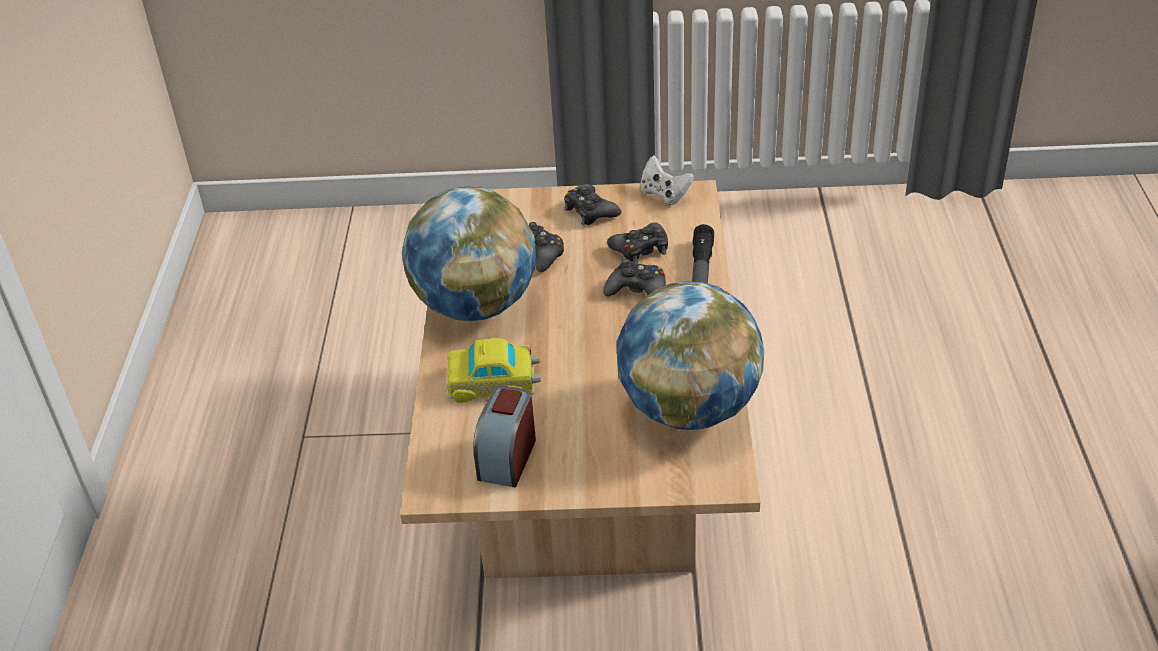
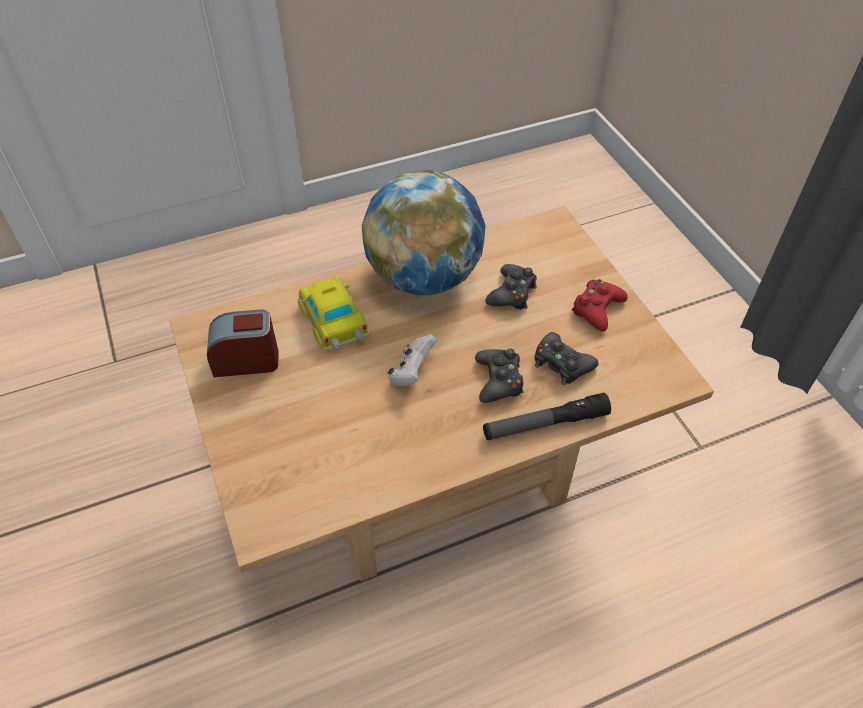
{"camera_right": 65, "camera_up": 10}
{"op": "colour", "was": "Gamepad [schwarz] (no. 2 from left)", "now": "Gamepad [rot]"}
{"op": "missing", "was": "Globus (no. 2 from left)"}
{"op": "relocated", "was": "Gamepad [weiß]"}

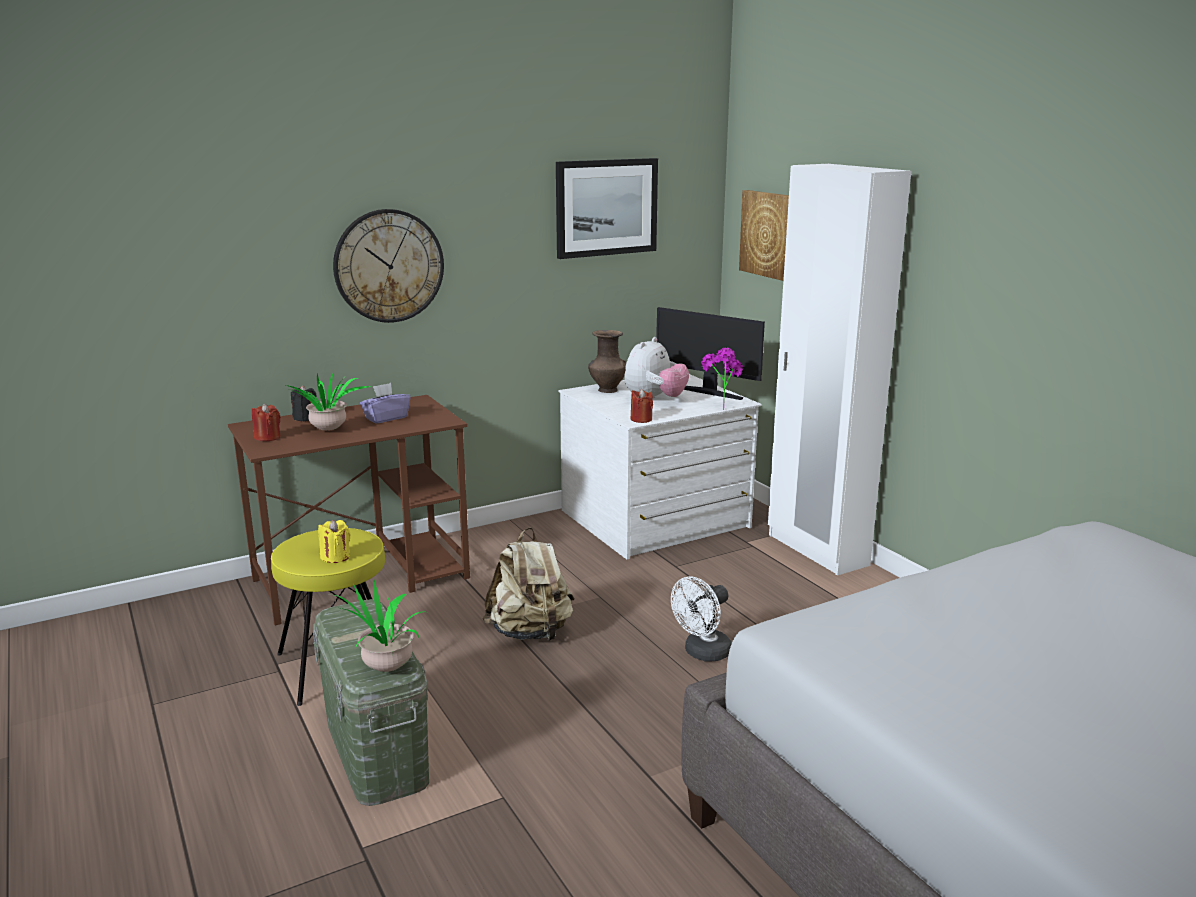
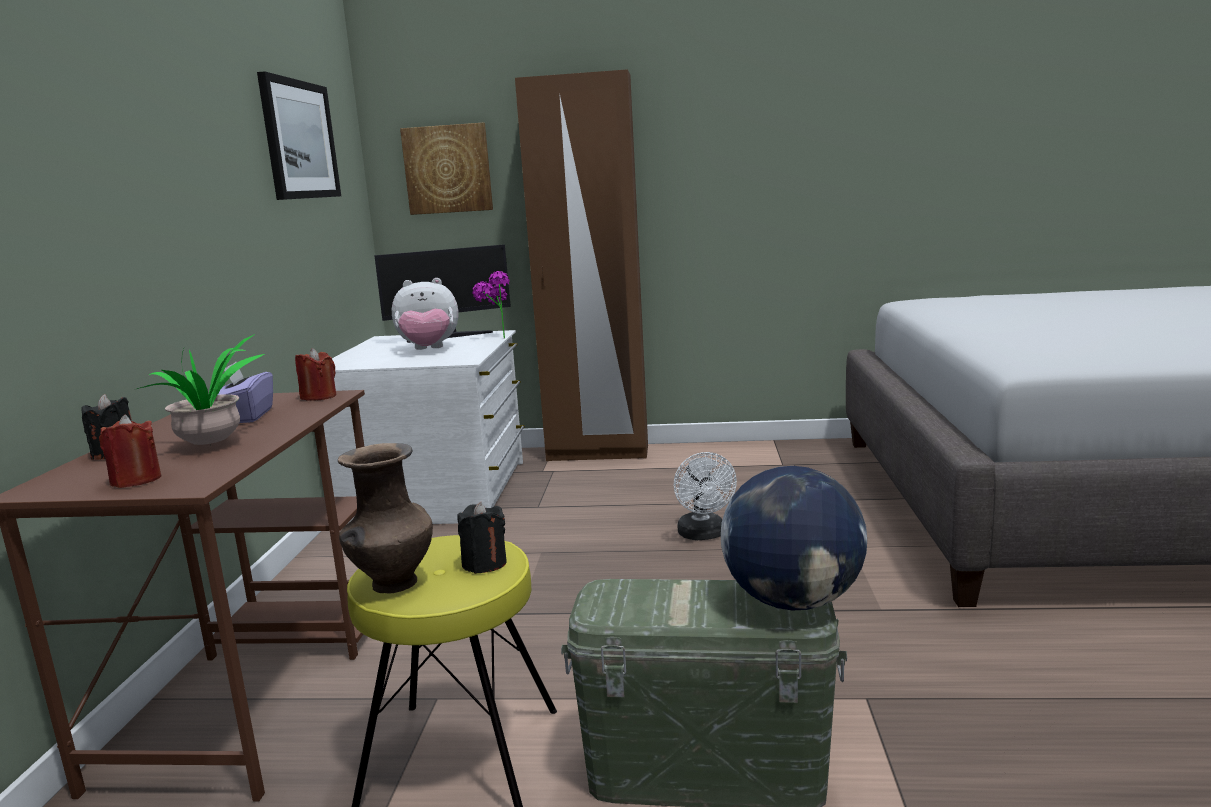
{"camera_right": -55, "camera_up": -5}
{"op": "colour", "was": "Kerze [gelb]", "now": "Kerze [schwarz] (no. 2 from left)"}
{"op": "missing", "was": "Wanduhr"}
{"op": "exchanged", "was": "Topfpflanze (no. 2 from left)", "now": "Globus"}
{"op": "missing", "was": "Rucksack [beige]"}
{"op": "relocated", "was": "Vase [braun]"}
{"op": "spun", "was": "Plüschtier", "clockwise": 105}
{"op": "relocated", "was": "Kerze [rot] (no. 2 from left)"}
{"op": "colour", "was": "Kleiderschrank [weiß]", "now": "Kleiderschrank [braun]"}

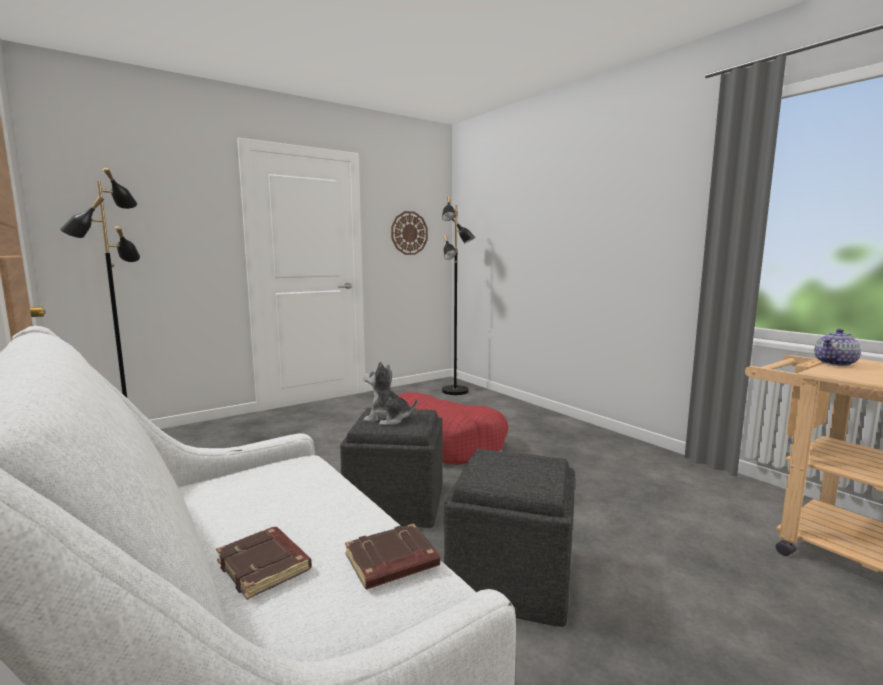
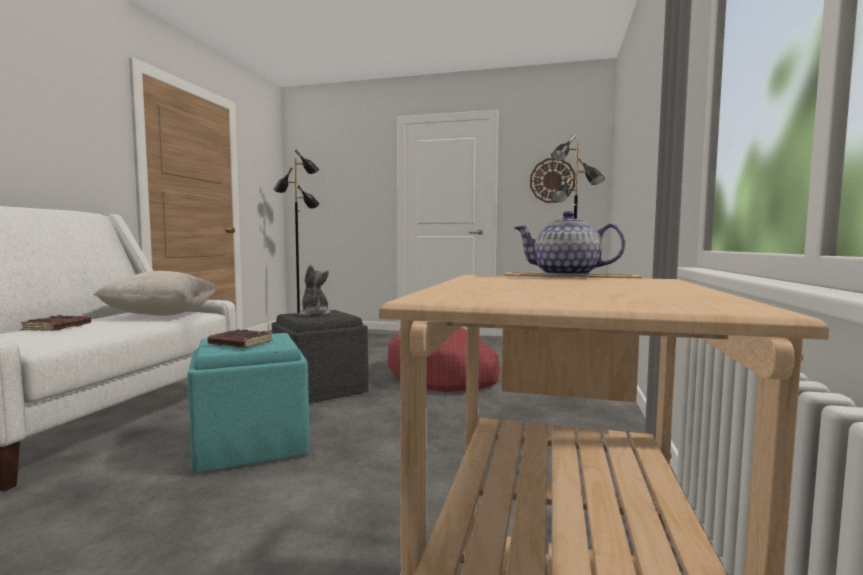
{"camera_right": 50, "camera_up": -5}
{"op": "relocated", "was": "Buch [braun] (no. 2 from left)"}
{"op": "colour", "was": "Polsterhocker [grau] (no. 2 from left)", "now": "Polsterhocker [türkis]"}
{"op": "appeared", "now": "Kissen [beige]"}

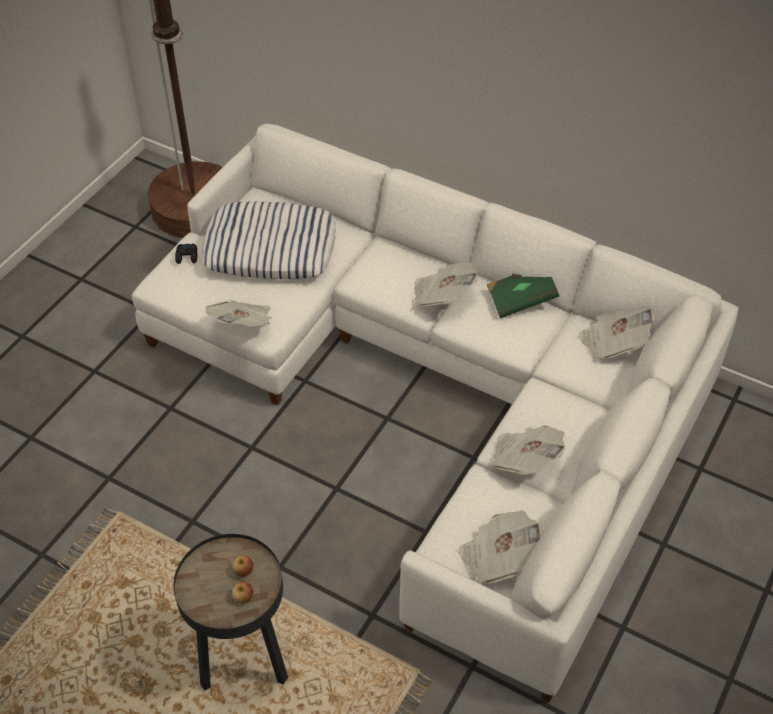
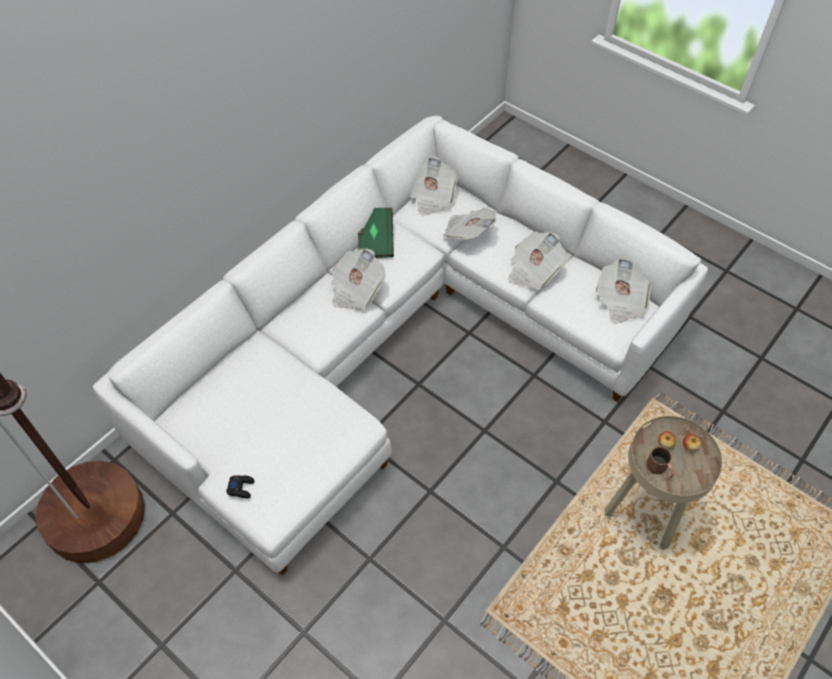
{"camera_right": -80, "camera_up": 5}
{"op": "colour", "was": "Beistelltisch [schwarz]", "now": "Beistelltisch [beige]"}
{"op": "missing", "was": "Kissen"}
{"op": "relocated", "was": "Zeitung (no. 1 from left in the first image)", "now": "Zeitung (no. 3 from left)"}
{"op": "appeared", "now": "Henkelbecher [braun]"}

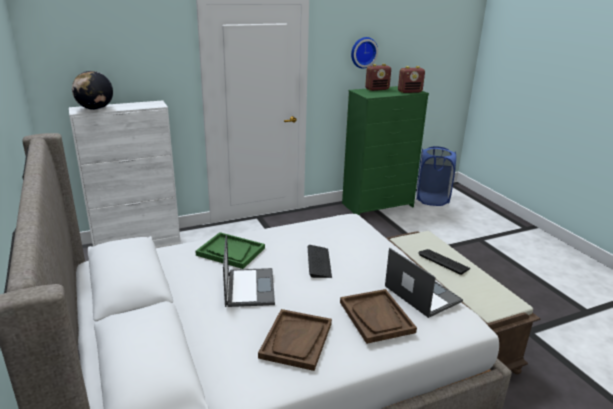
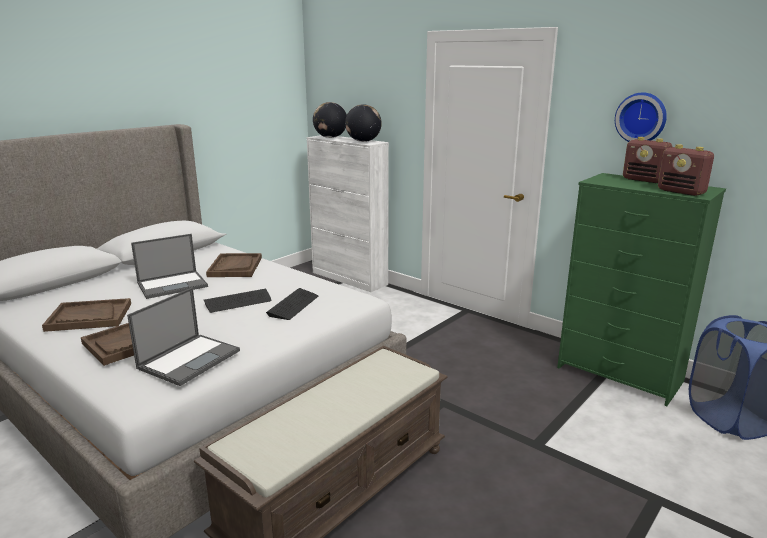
{"camera_right": 65, "camera_up": -5}
{"op": "colour", "was": "Tablett [grün]", "now": "Tablett [braun] (no. 3 from left)"}
{"op": "relocated", "was": "Tastatur (no. 2 from left)"}
{"op": "appeared", "now": "Globus (no. 2 from left)"}

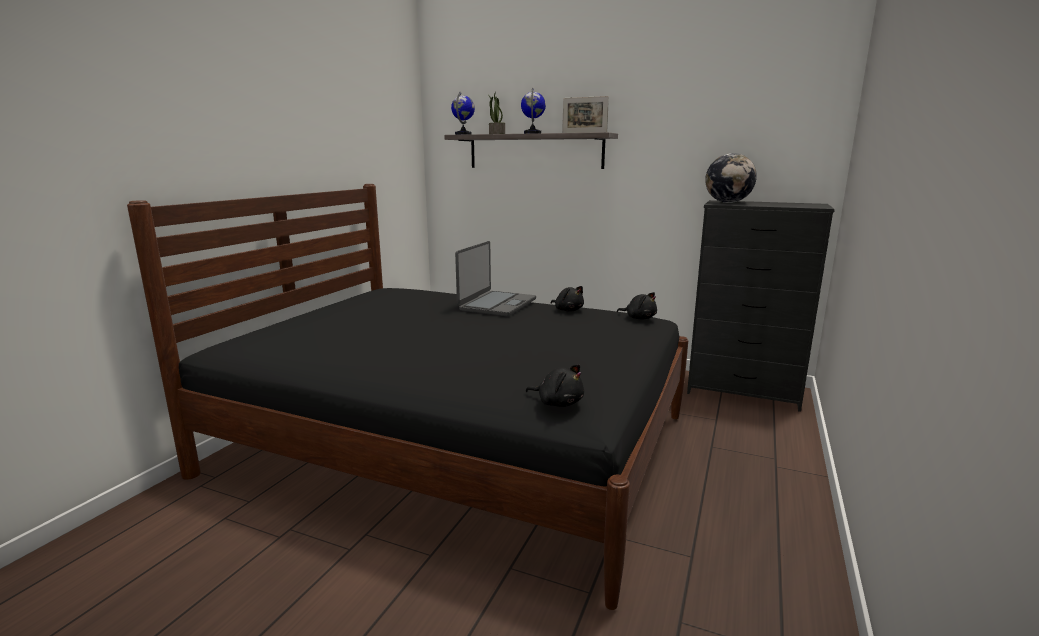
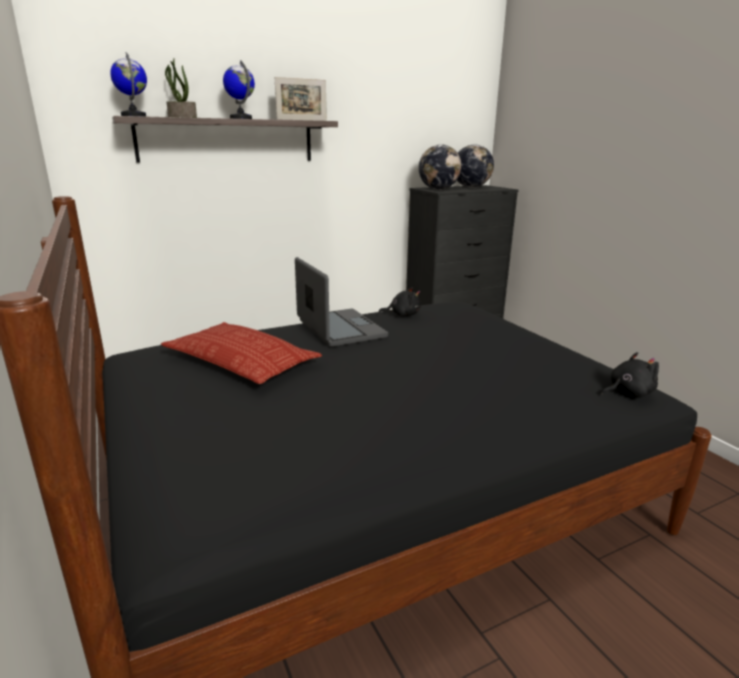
{"camera_right": -50, "camera_up": 5}
{"op": "missing", "was": "Plüschtier [schwarz] (no. 3 from left)"}
{"op": "appeared", "now": "Kissen"}
{"op": "appeared", "now": "Globus (no. 4 from left)"}

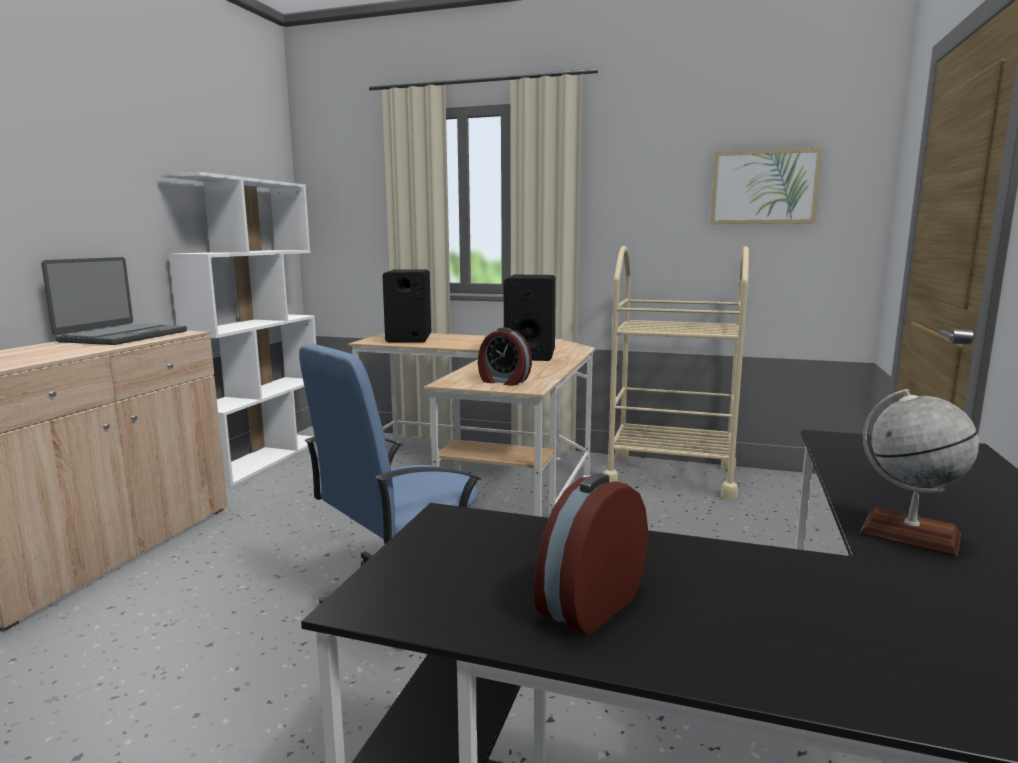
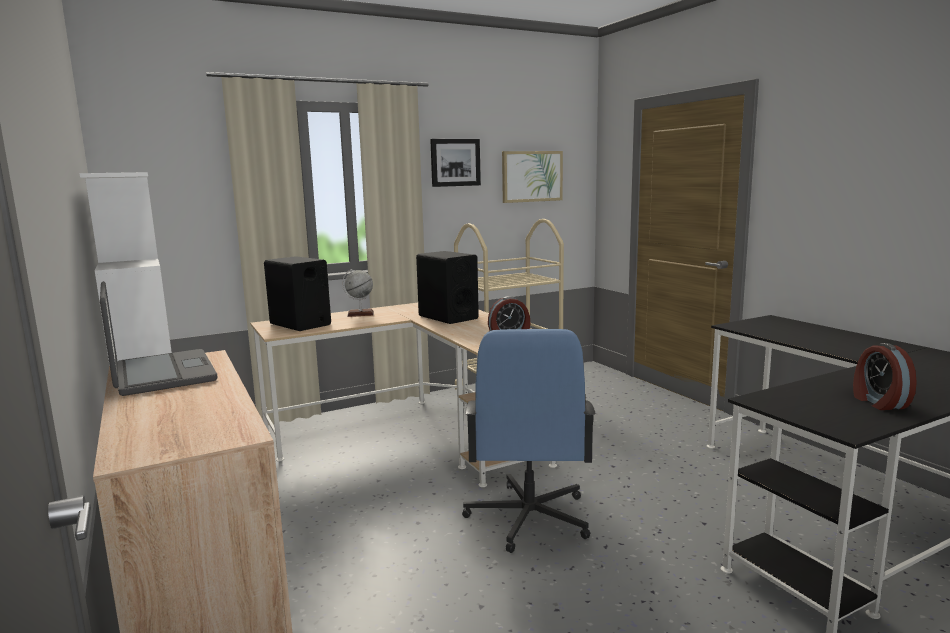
{"camera_right": -45, "camera_up": 0}
{"op": "relocated", "was": "Globus"}
{"op": "appeared", "now": "Bild (no. 1 from left)"}

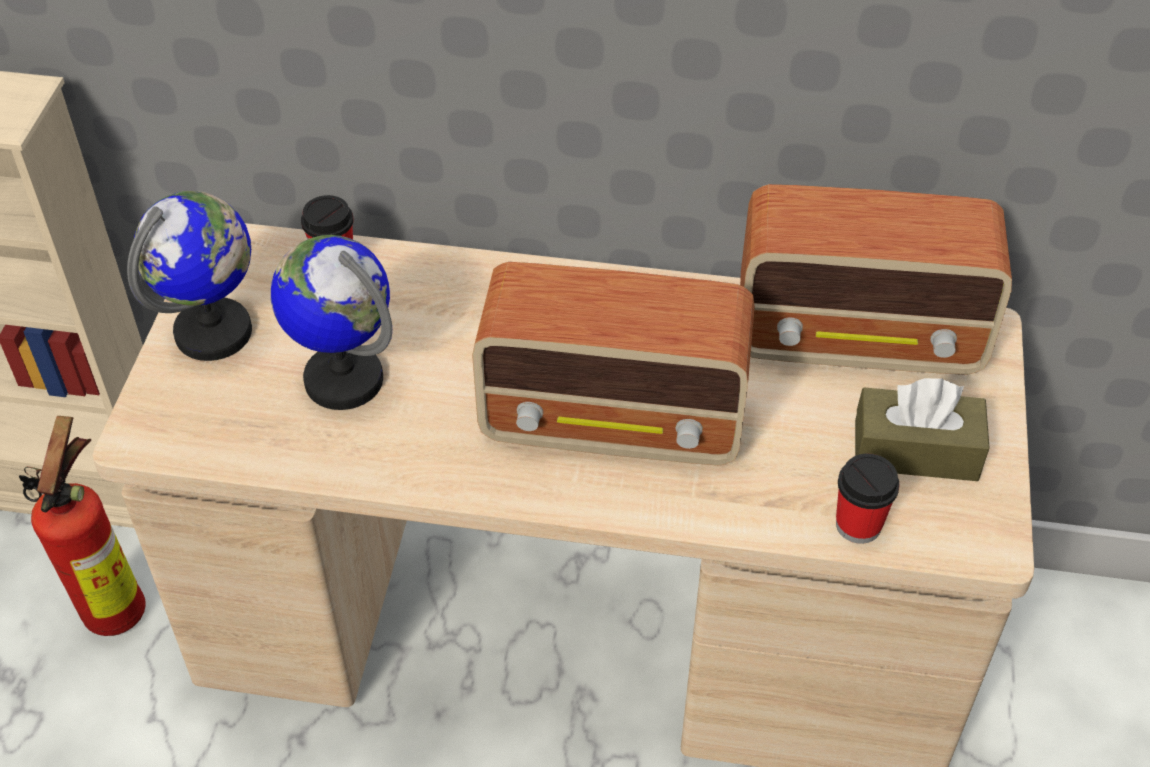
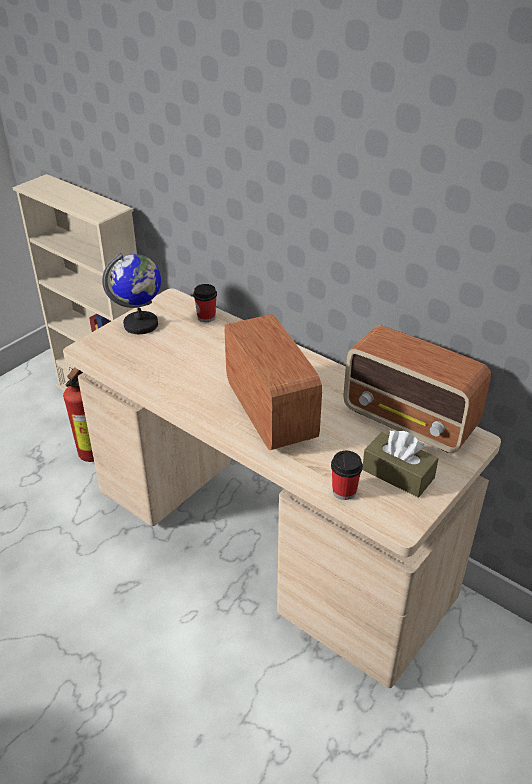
{"camera_right": 30, "camera_up": -10}
{"op": "missing", "was": "Globus (no. 2 from left)"}
{"op": "spun", "was": "Radio (no. 1 from left)", "clockwise": -150}

